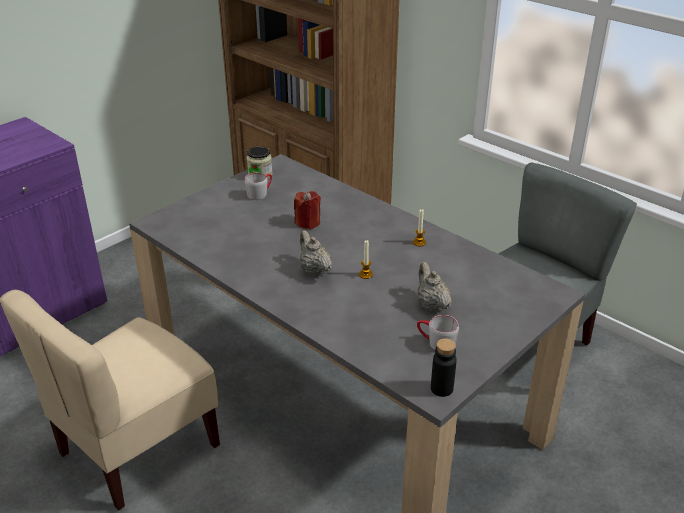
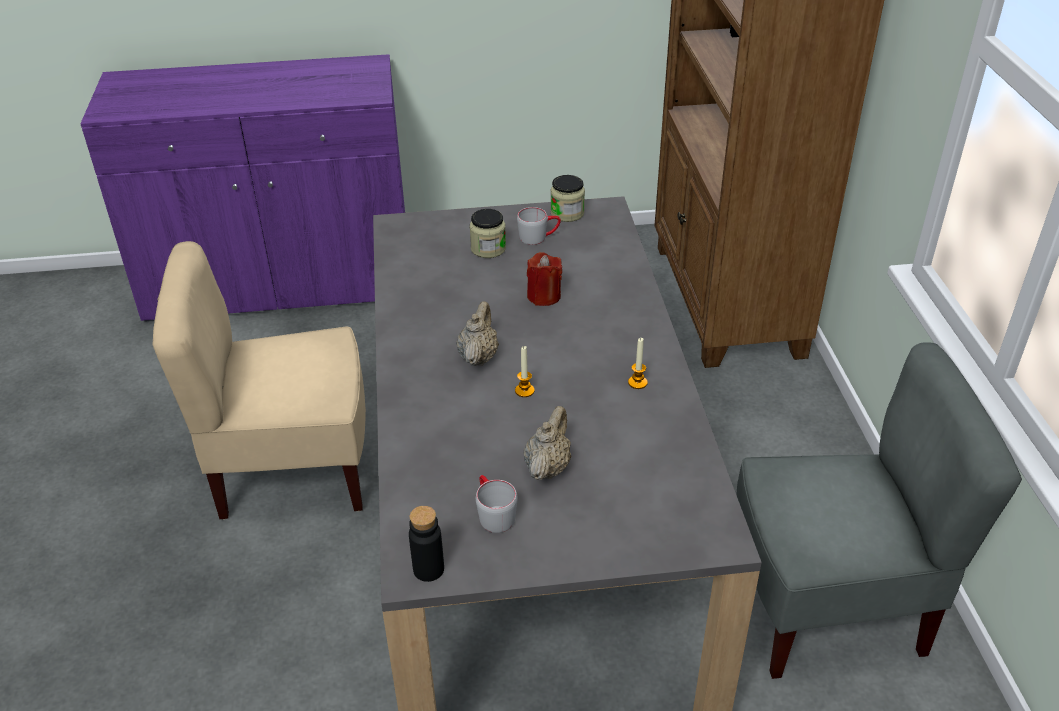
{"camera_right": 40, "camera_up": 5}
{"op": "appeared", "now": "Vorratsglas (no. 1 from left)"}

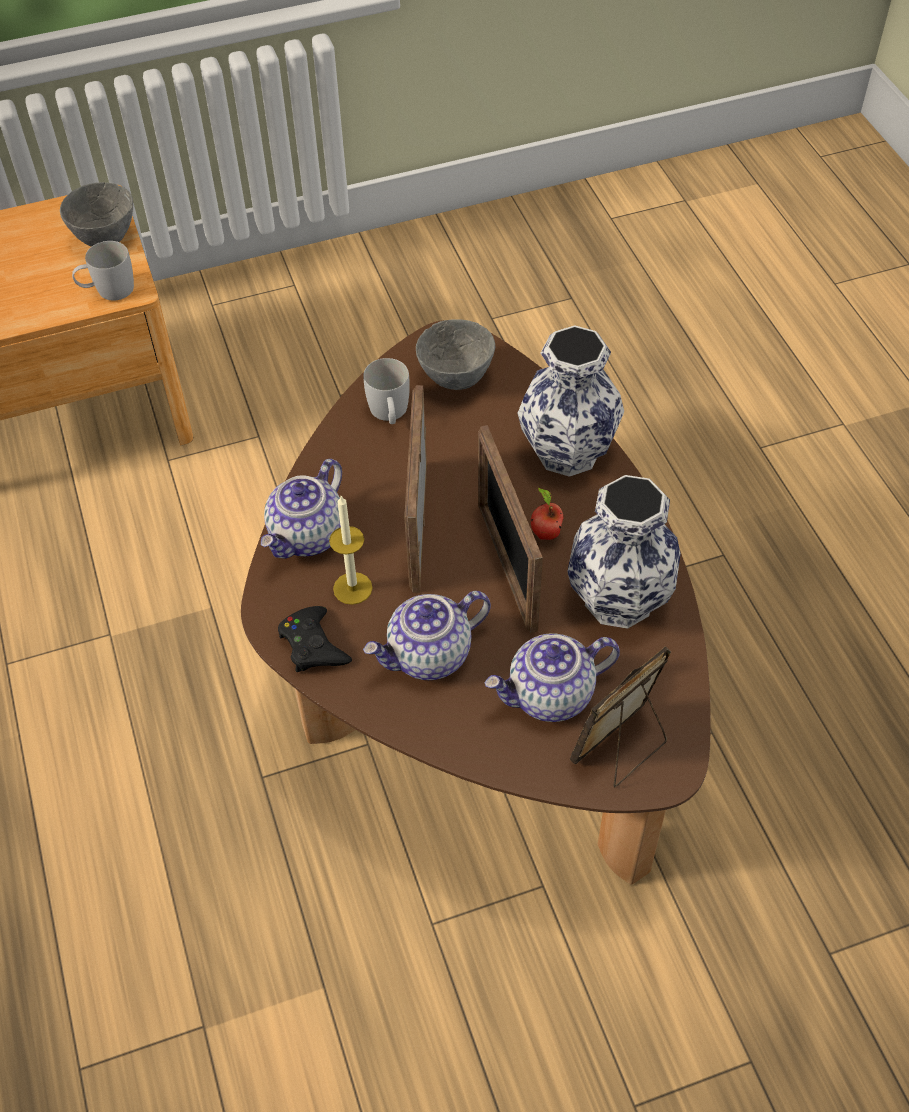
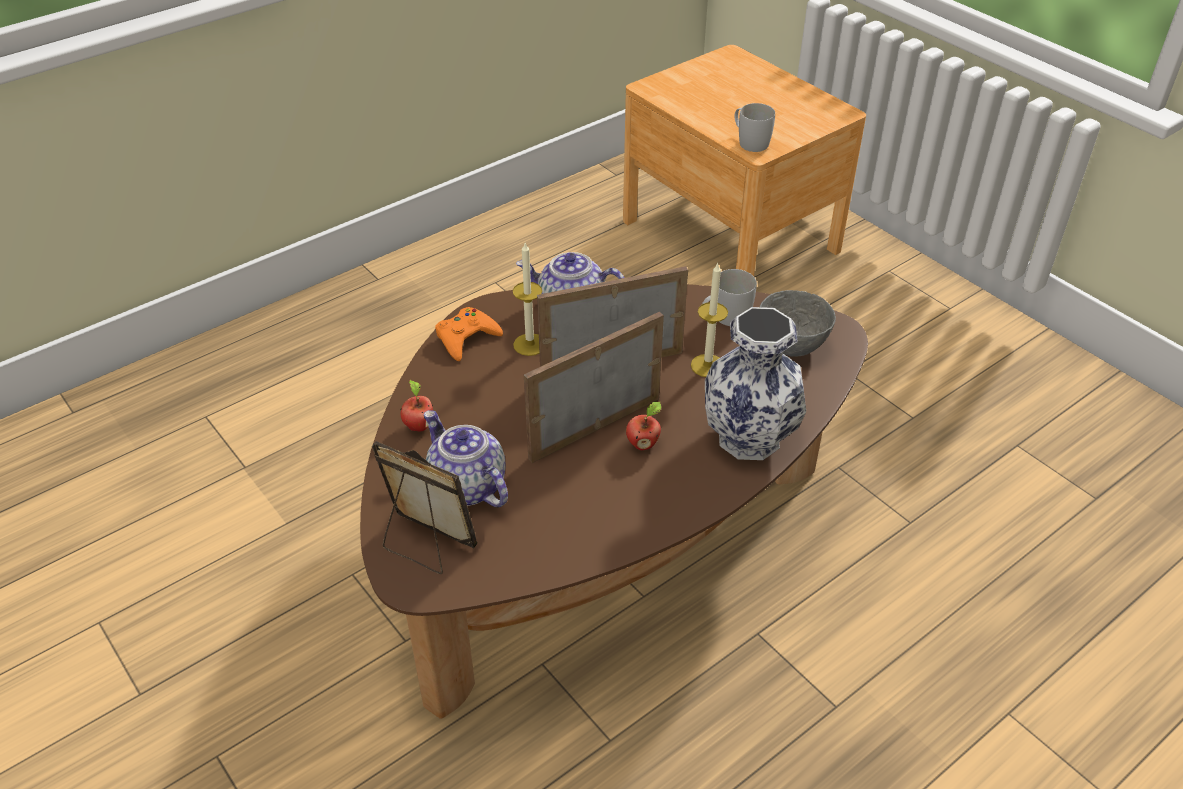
{"camera_right": 70, "camera_up": -10}
{"op": "missing", "was": "Schüssel [grau] (no. 1 from left)"}
{"op": "colour", "was": "Gamepad [schwarz]", "now": "Gamepad [orange]"}
{"op": "missing", "was": "Teekanne (no. 2 from left)"}
{"op": "missing", "was": "Vase (no. 2 from left)"}
{"op": "appeared", "now": "Apfel (no. 1 from left)"}
{"op": "appeared", "now": "Kerze (no. 2 from left)"}

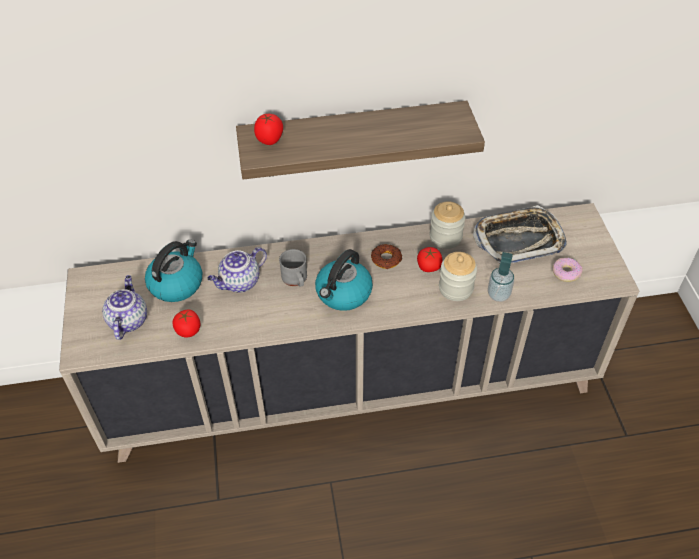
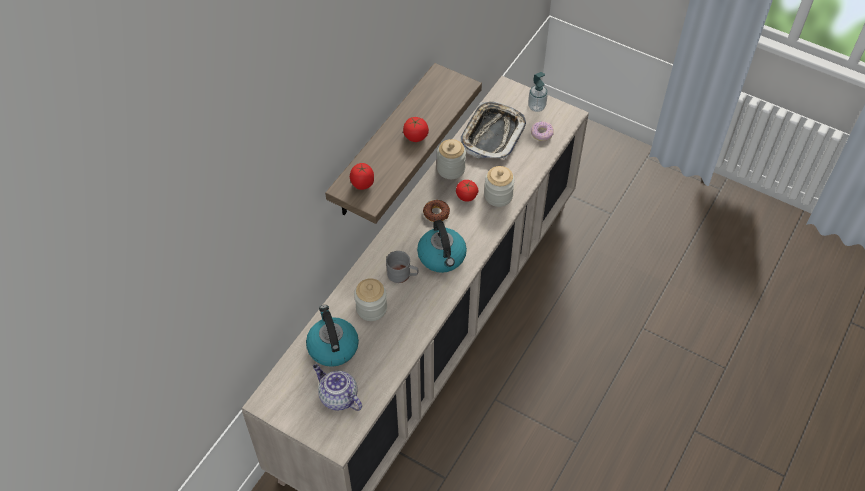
{"camera_right": -50, "camera_up": 5}
{"op": "relocated", "was": "Tomate (no. 1 from left in the first image)", "now": "Tomate (no. 2 from left)"}
{"op": "exchanged", "was": "Teekanne (no. 2 from left)", "now": "Vorratsglas (no. 1 from left)"}
{"op": "relocated", "was": "Seifenspender"}

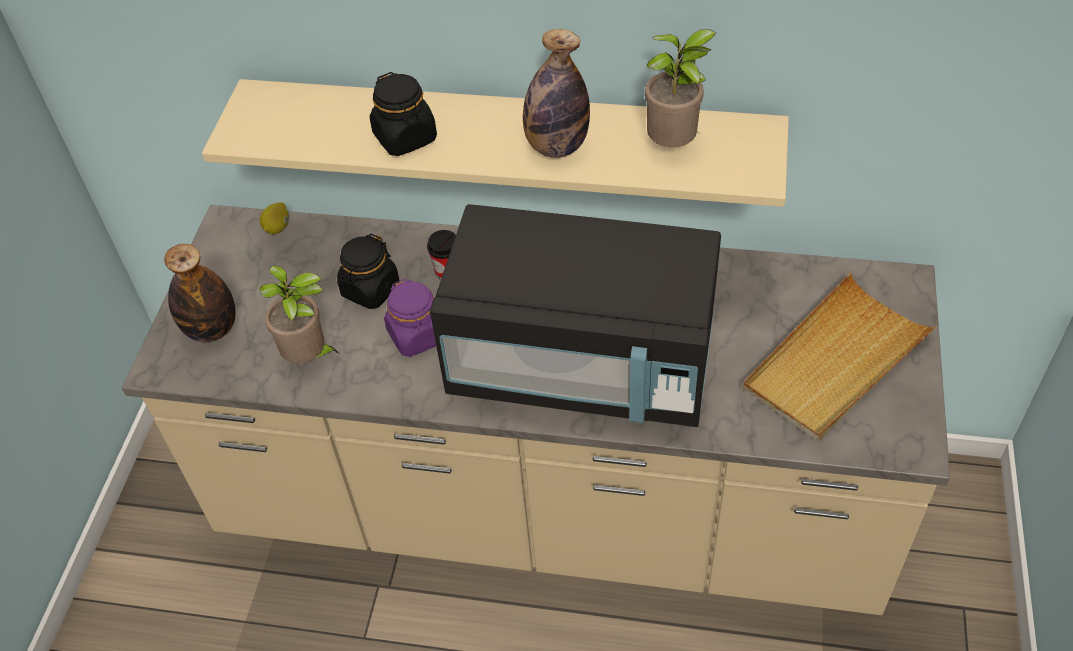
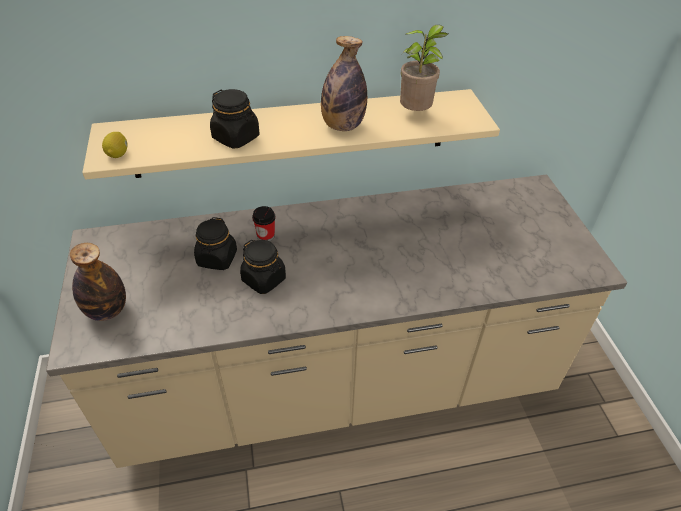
{"camera_right": -25, "camera_up": -5}
{"op": "relocated", "was": "Zitrone"}
{"op": "missing", "was": "Topfpflanze (no. 1 from left)"}
{"op": "colour", "was": "Vorratsglas [lila]", "now": "Vorratsglas [schwarz] (no. 3 from left)"}
{"op": "missing", "was": "Mikrowelle [schwarz]"}
{"op": "missing", "was": "Tablett [beige]"}

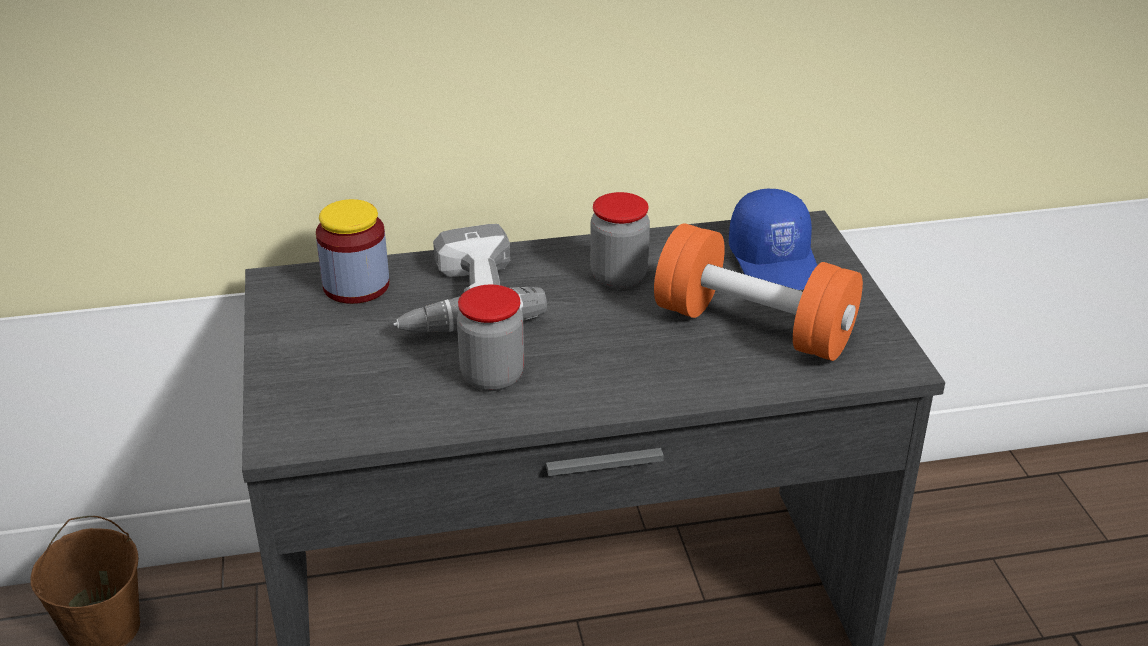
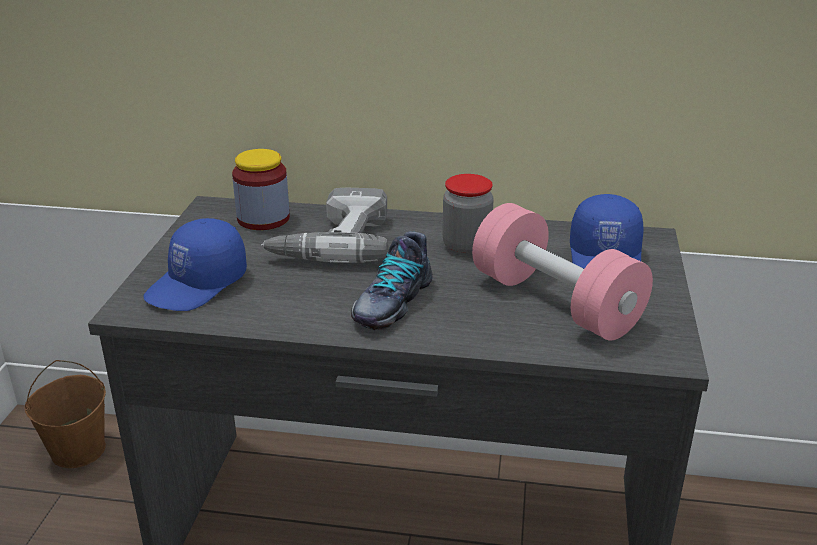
{"camera_right": 20, "camera_up": -5}
{"op": "missing", "was": "Vorratsglas (no. 2 from left)"}
{"op": "colour", "was": "Hantel [orange]", "now": "Hantel [rosa]"}
{"op": "appeared", "now": "Kappe [blau] (no. 1 from left)"}
{"op": "appeared", "now": "Schuh"}

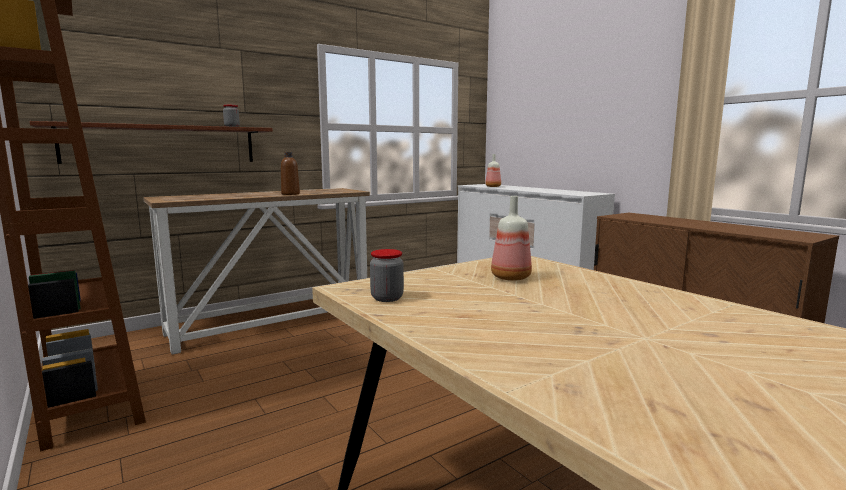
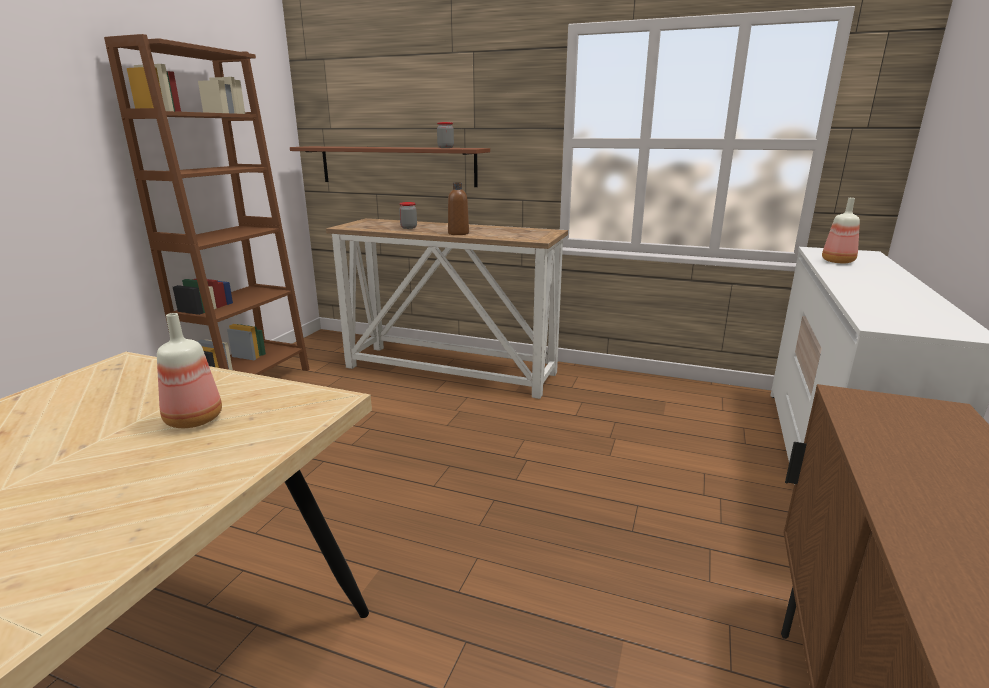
{"camera_right": 55, "camera_up": 10}
{"op": "relocated", "was": "Vorratsglas (no. 2 from left in the first image)", "now": "Vorratsglas (no. 1 from left)"}

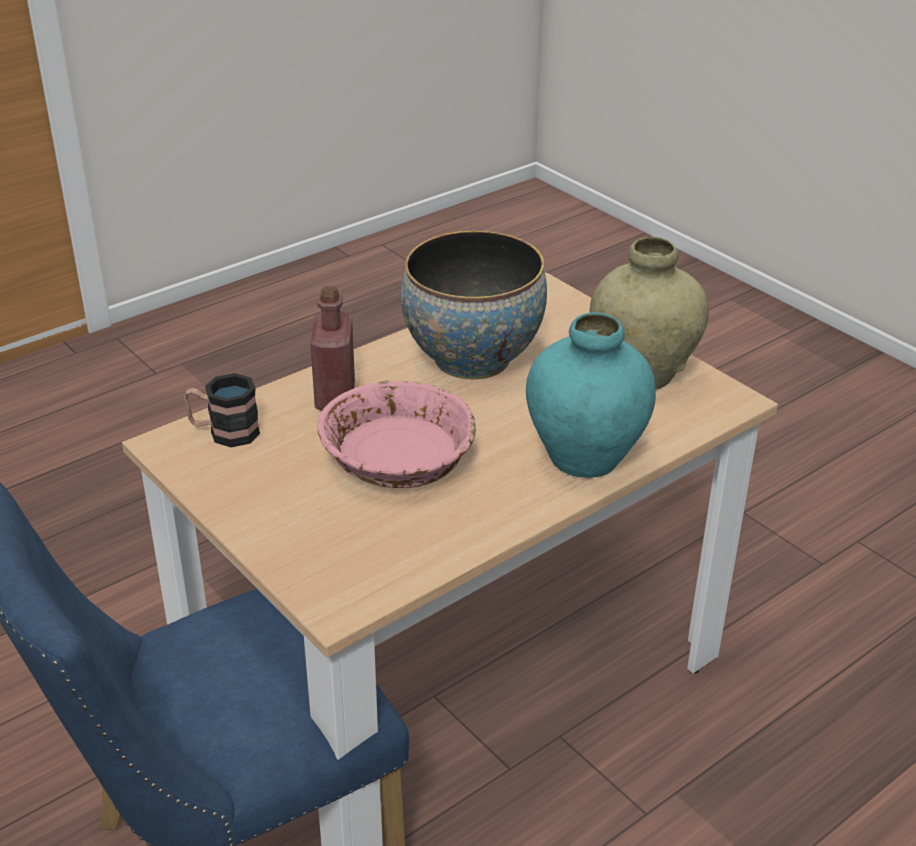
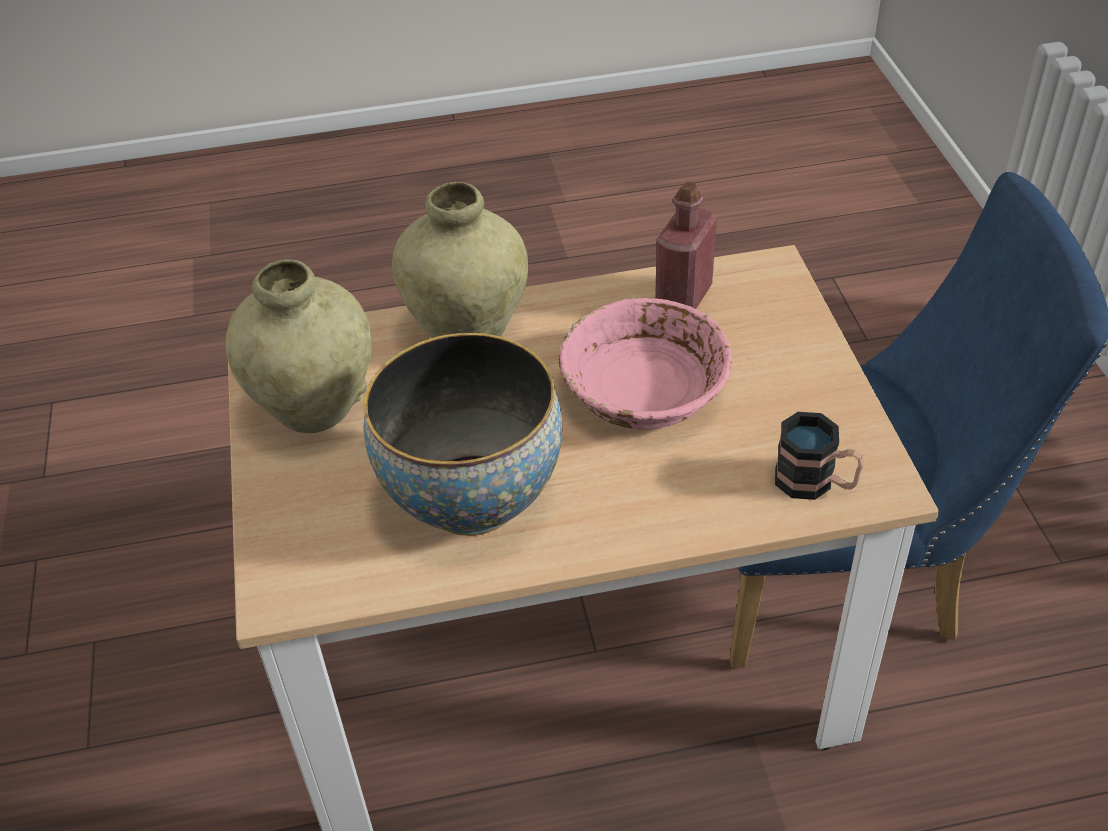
{"camera_right": -150, "camera_up": 10}
{"op": "relocated", "was": "Flasche [rot]"}
{"op": "colour", "was": "Vase [türkis]", "now": "Vase [beige] (no. 2 from left)"}

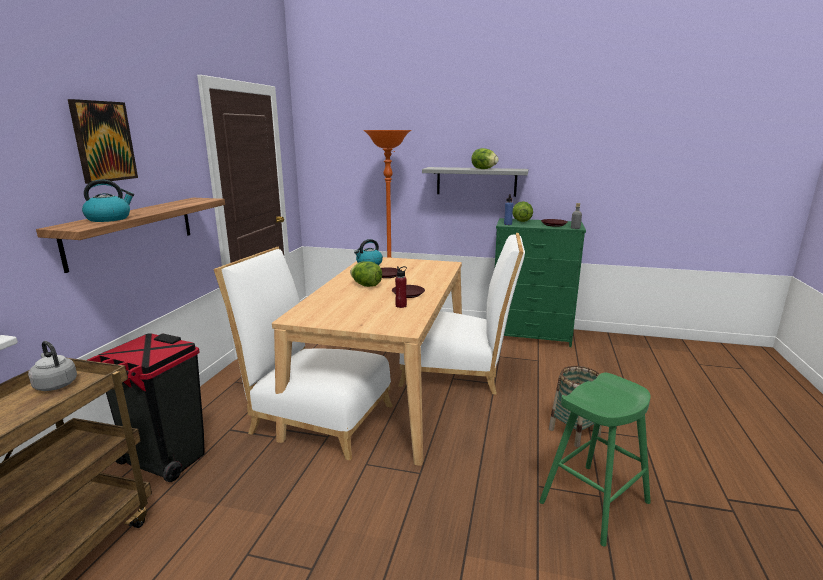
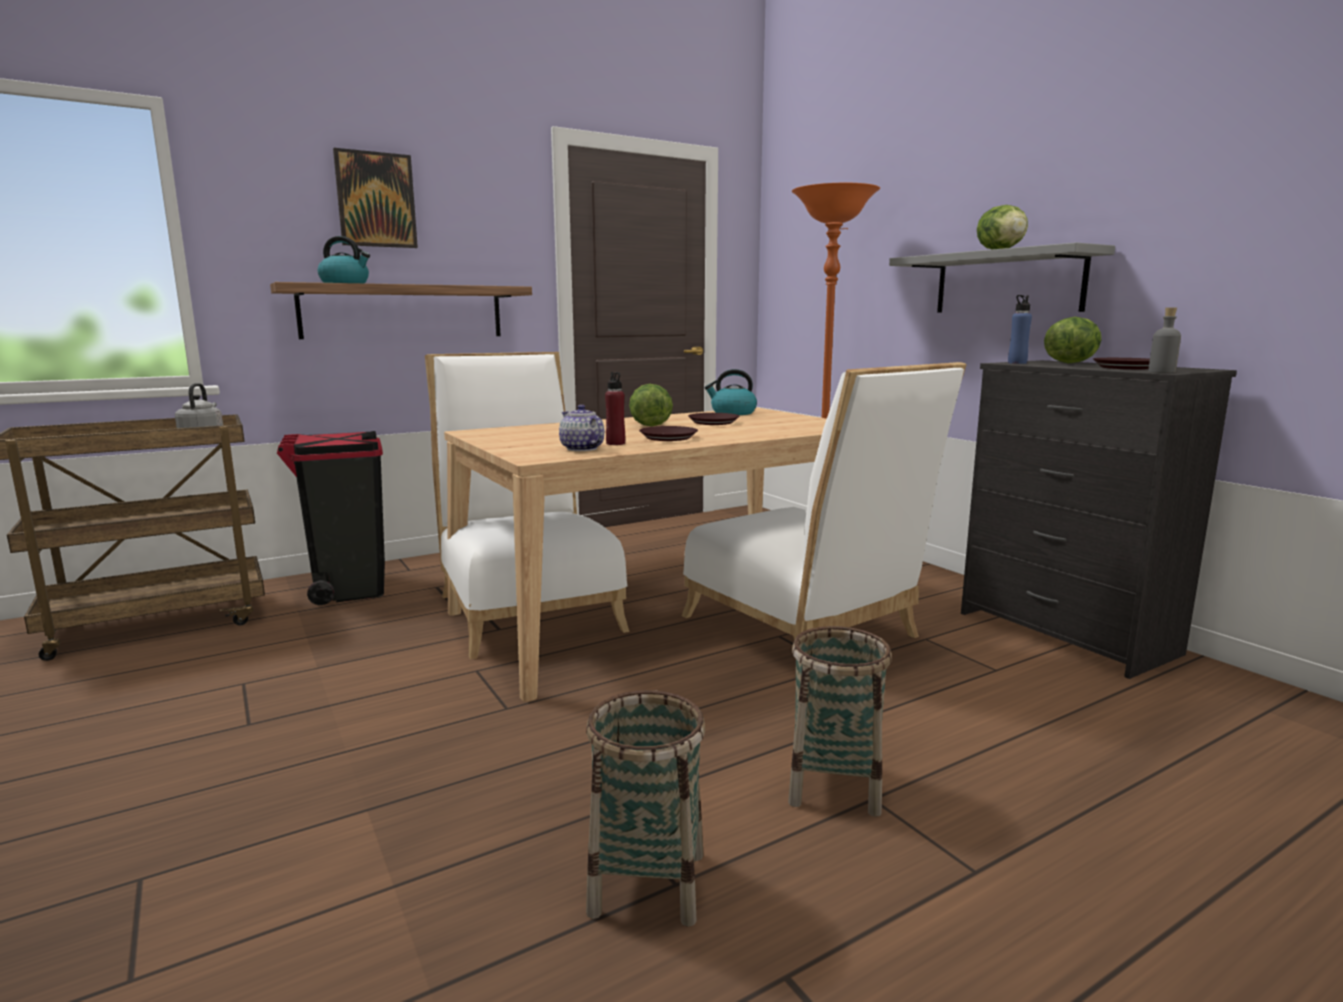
{"camera_right": 45, "camera_up": -5}
{"op": "colour", "was": "Kommode [grün]", "now": "Kommode [schwarz]"}
{"op": "exchanged", "was": "Hocker [grün]", "now": "Korb (no. 1 from left)"}
{"op": "appeared", "now": "Teekanne"}

